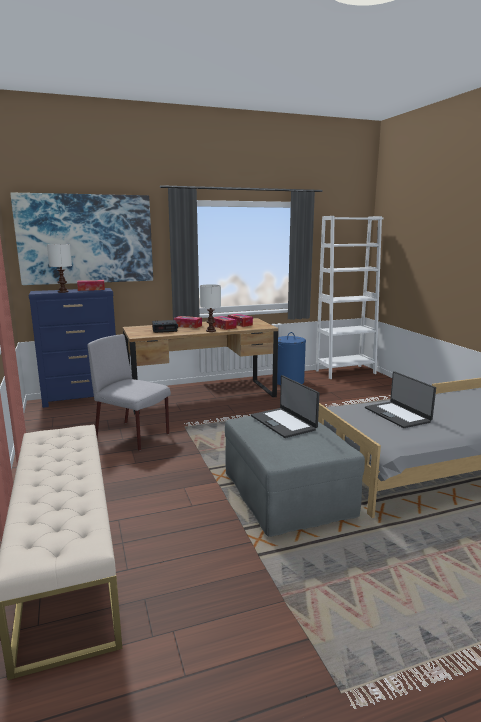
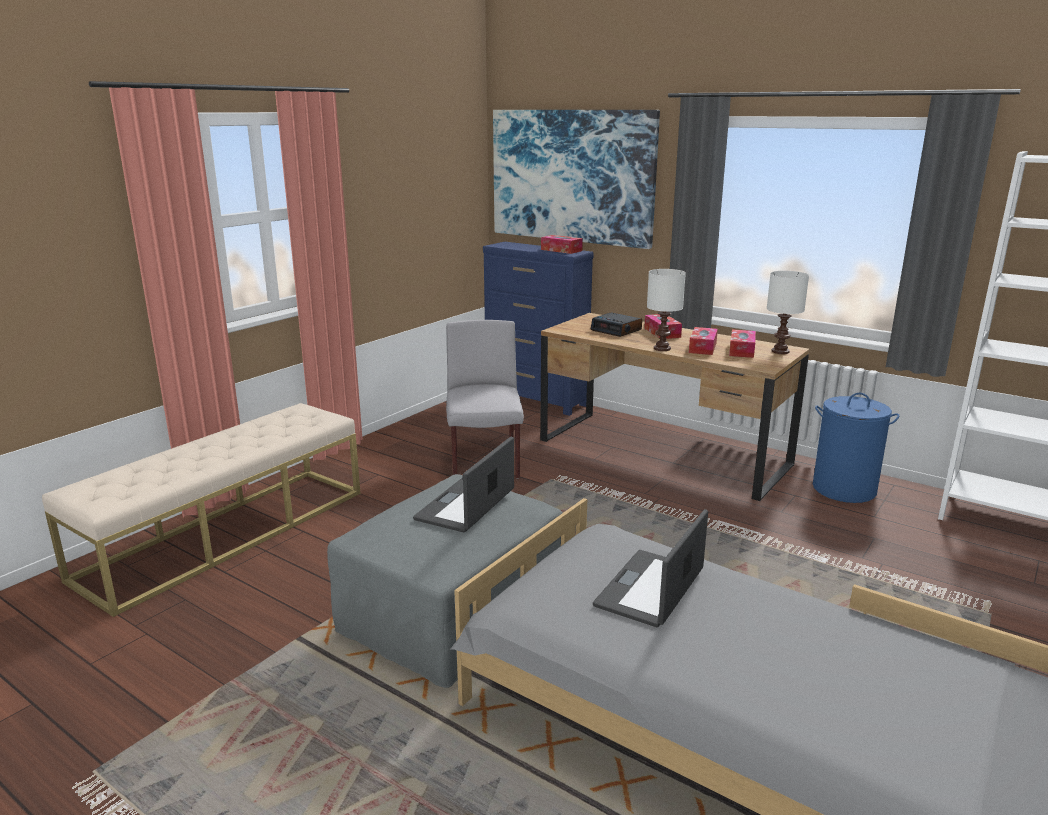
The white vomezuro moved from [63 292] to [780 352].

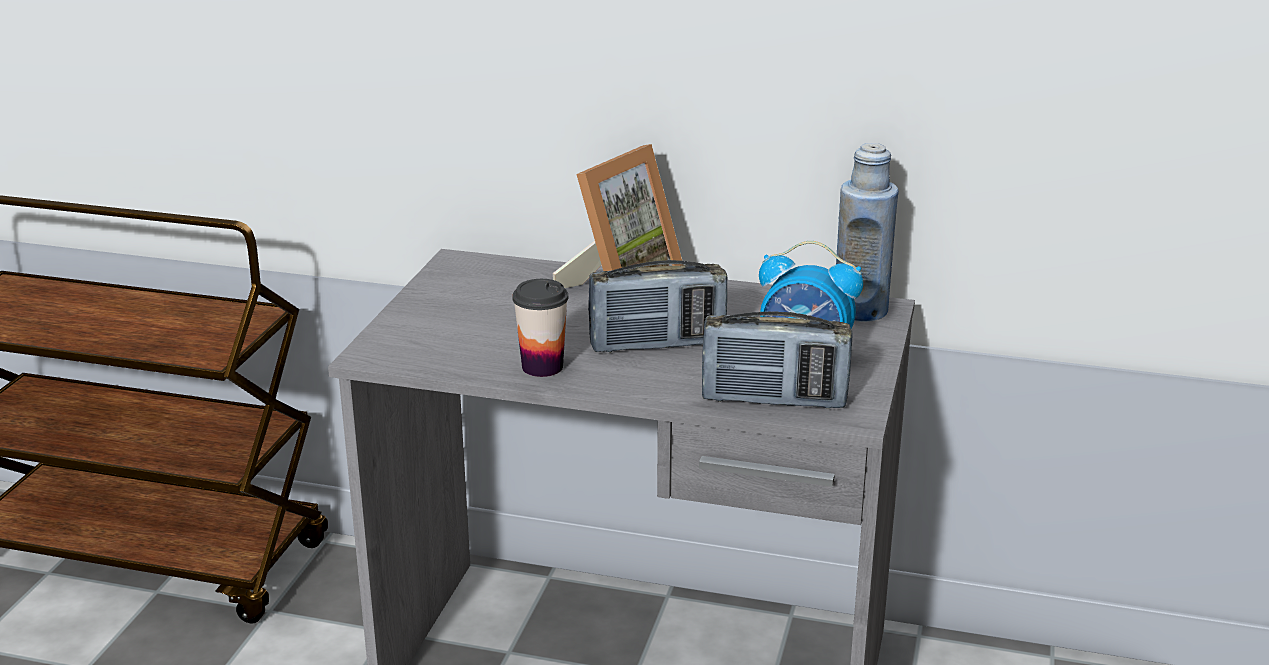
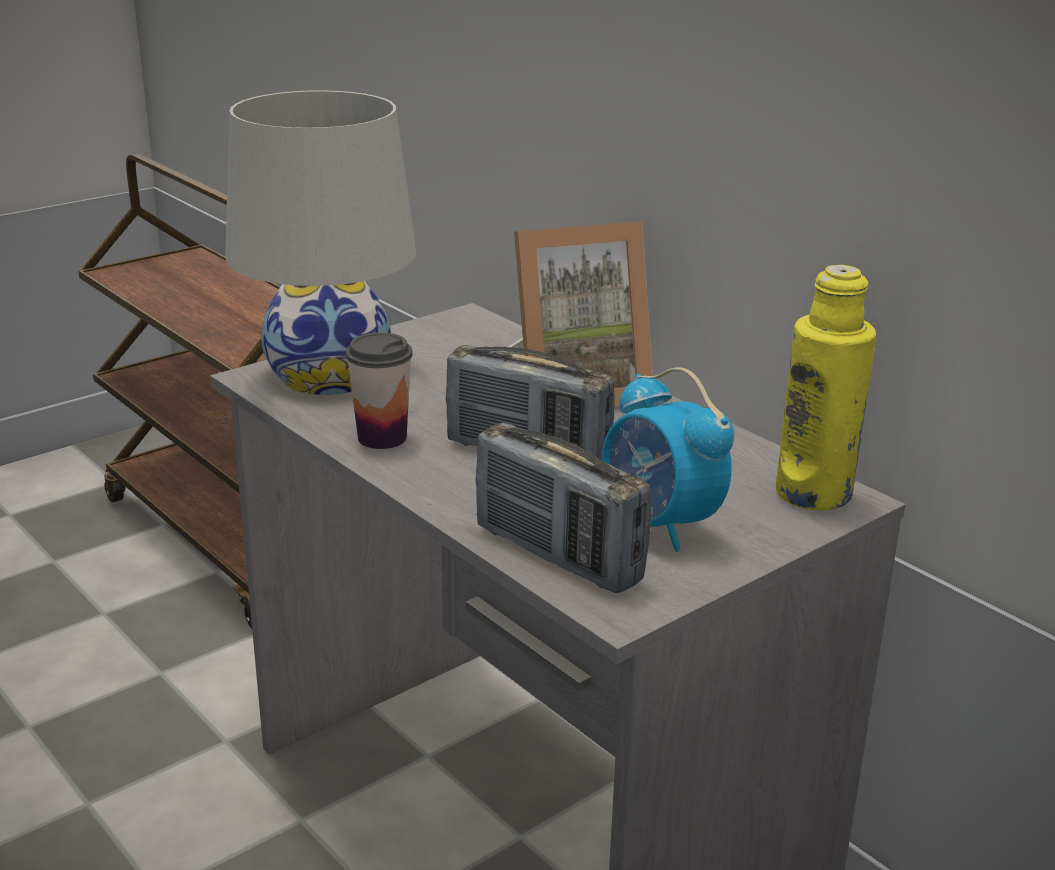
The white vomezuro at [328 375] appeared.
The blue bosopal at [860 310] became the yellow bosopal at [813 493].

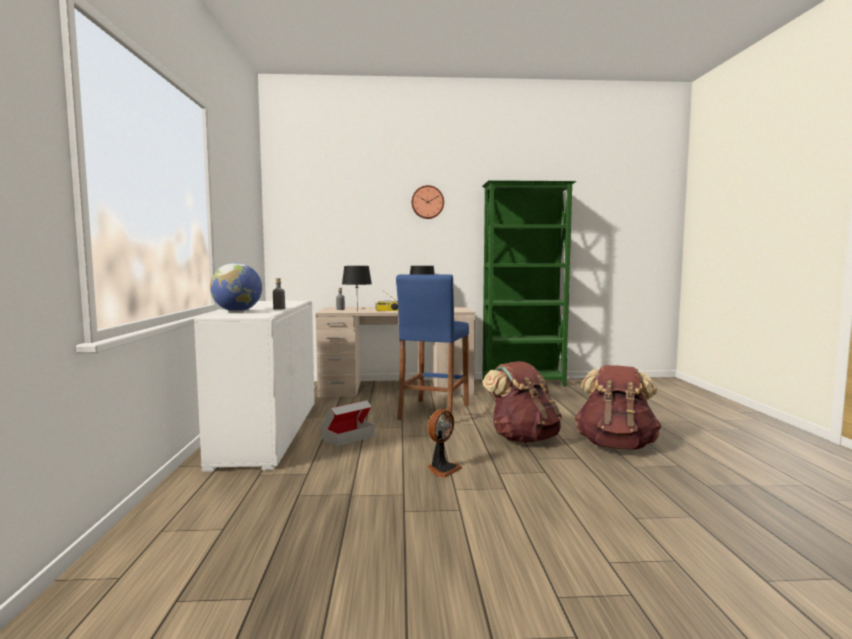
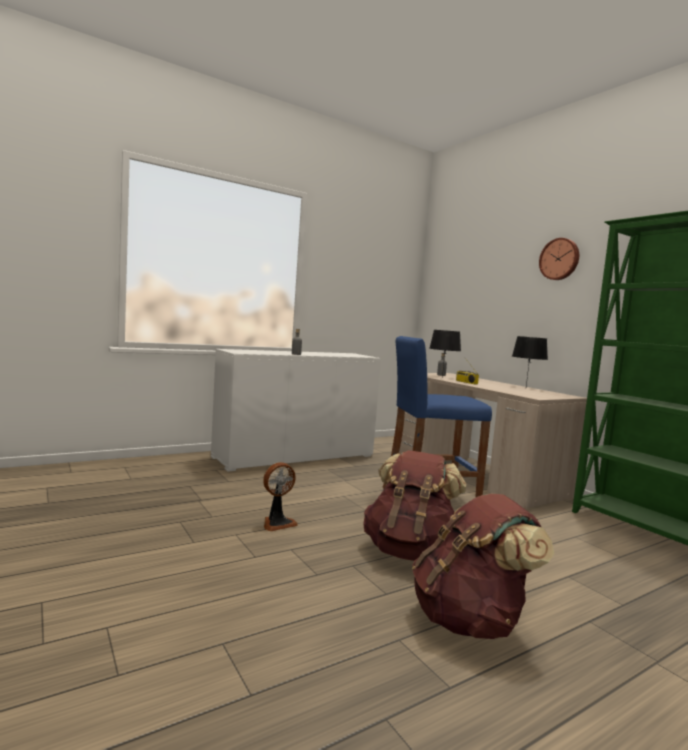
The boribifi at [442 469] turned 45 degrees counterclockwise.
The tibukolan at [237 311] disappeared.
The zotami at [348 437] disappeared.

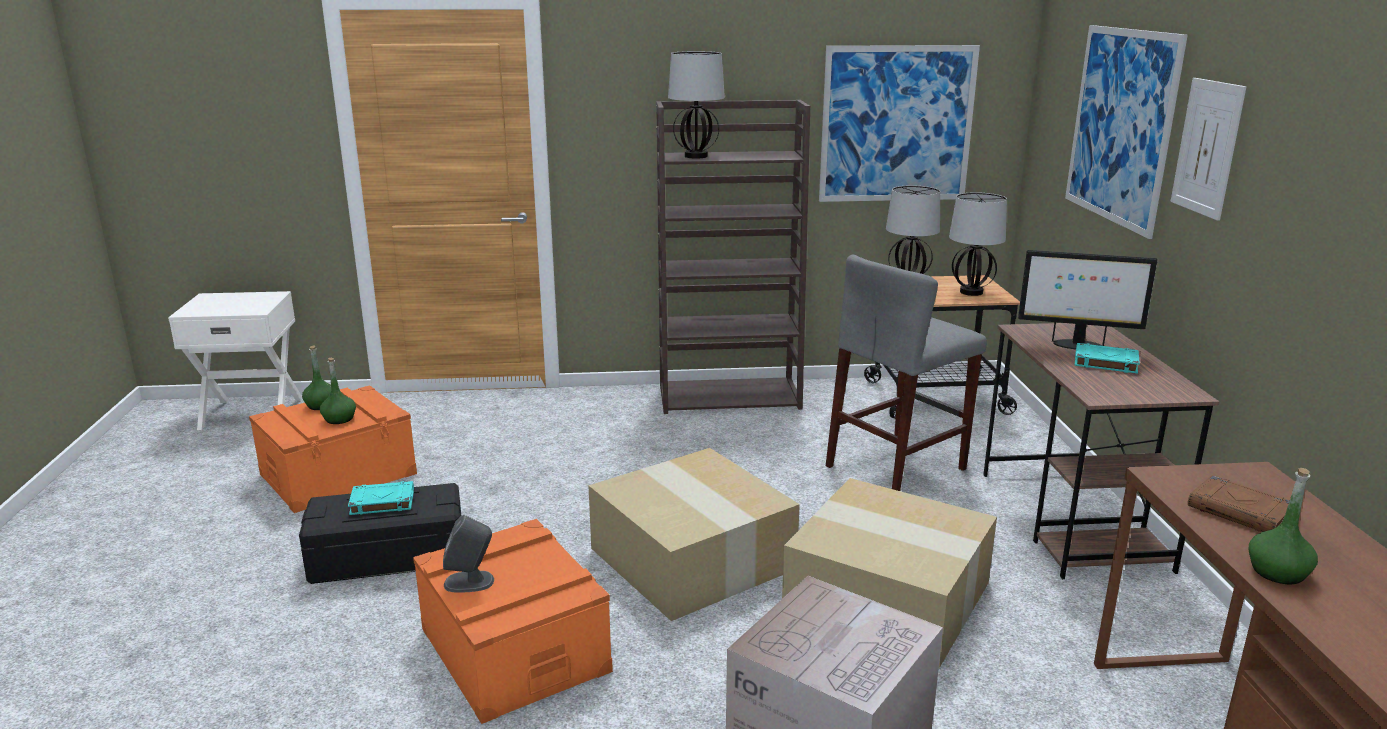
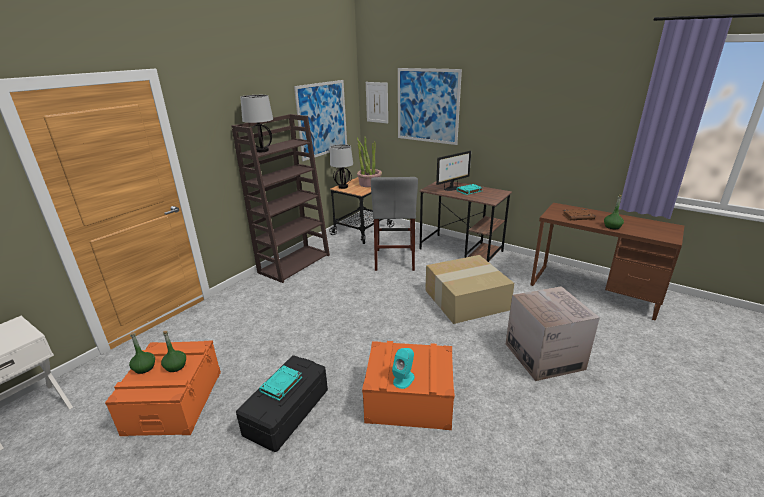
The vomezuro at [970 292] was replaced by the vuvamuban at [369 184].
The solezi moved from [1207 147] to [377 102].
The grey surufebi at [470 582] became the turquoise surufebi at [404 379].
The zotami at [695 559] disappeared.

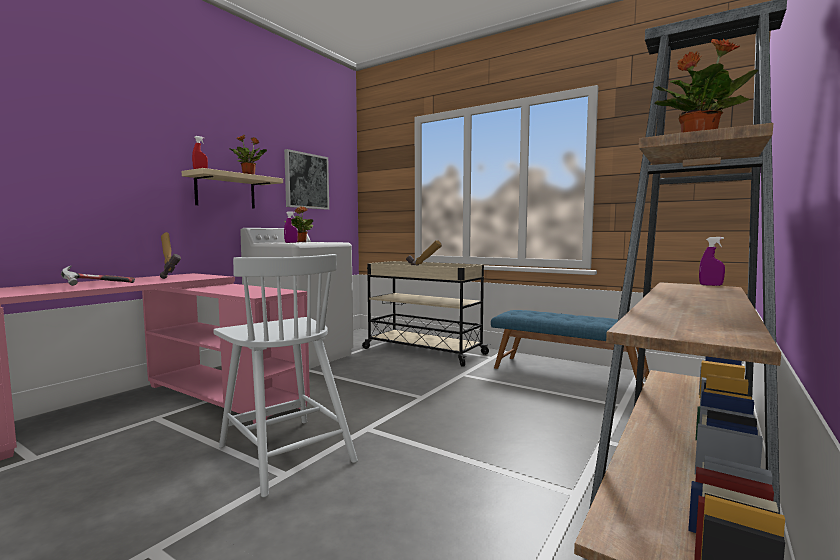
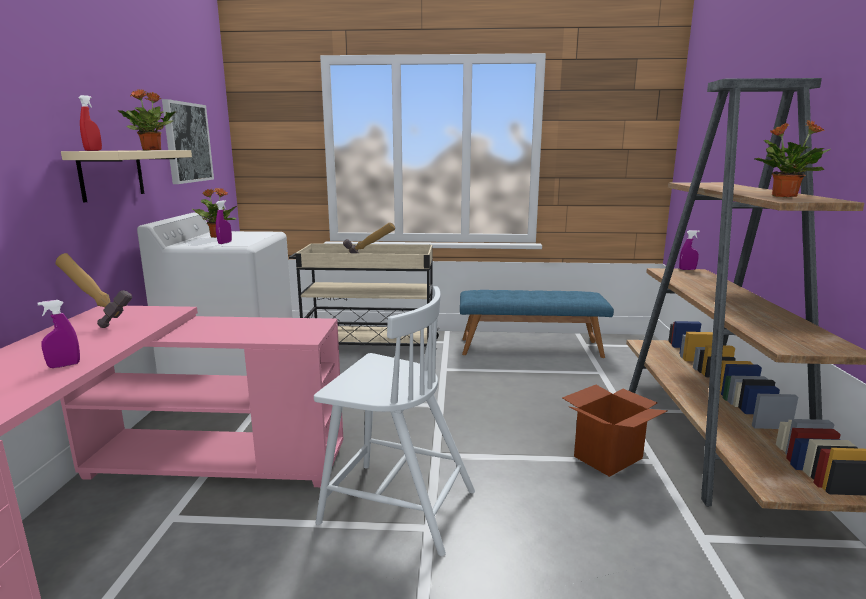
The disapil at [98 286] was replaced by the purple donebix at [64 365].
The zotami at [608 457] appeared.

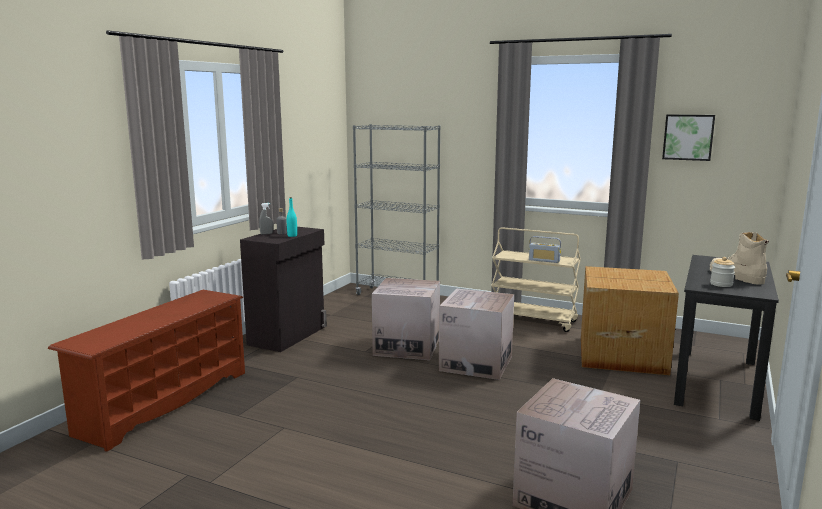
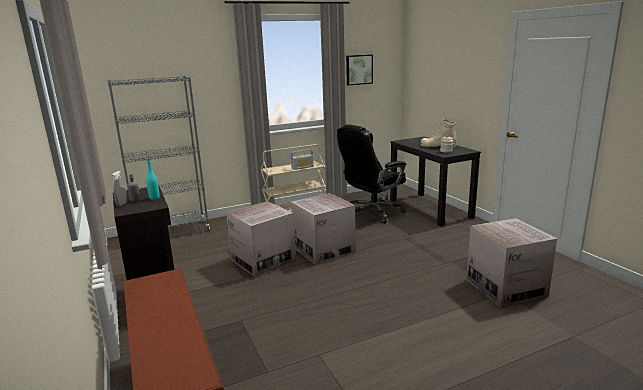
The zotami at [620 354] was replaced by the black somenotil at [372 213].

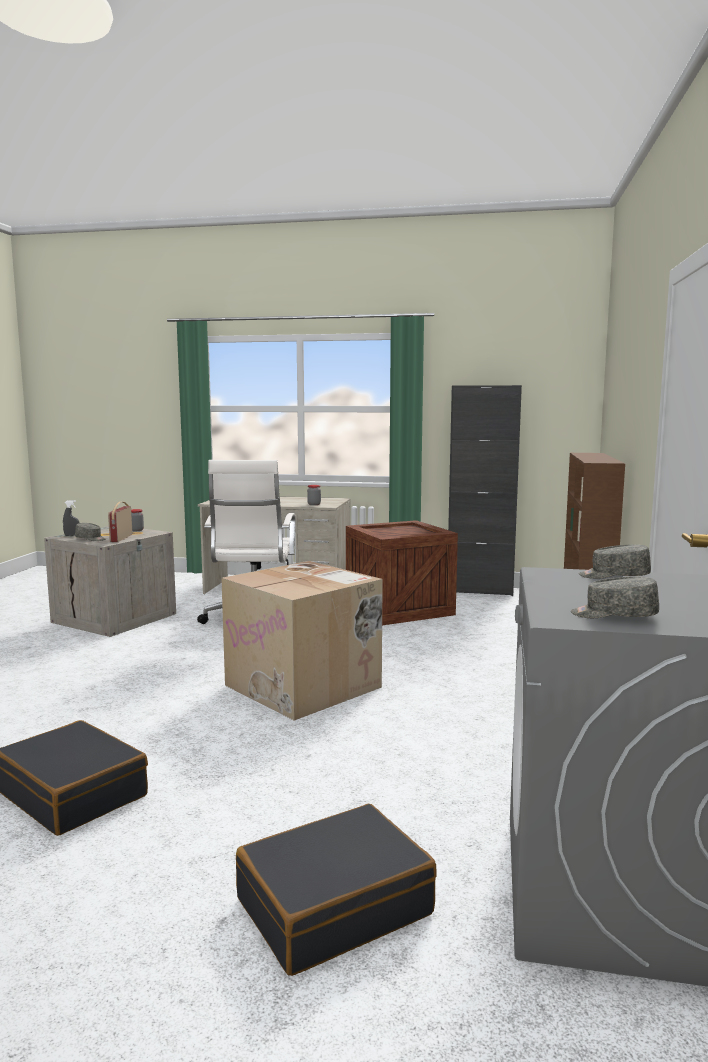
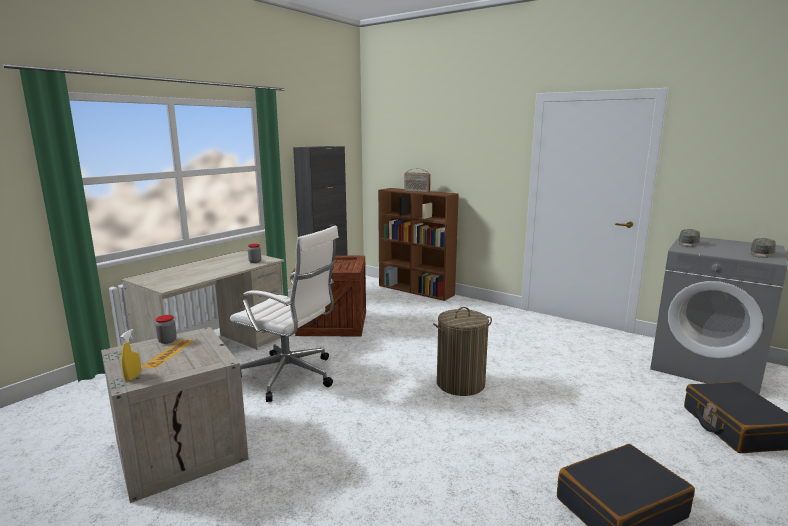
The grey donebix at [72 535] became the yellow donebix at [133 377].
The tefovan moved from [120 538] to [416 191].
The zotami at [305 686] was replaced by the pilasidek at [460 383].
The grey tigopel at [90 539] disappeared.

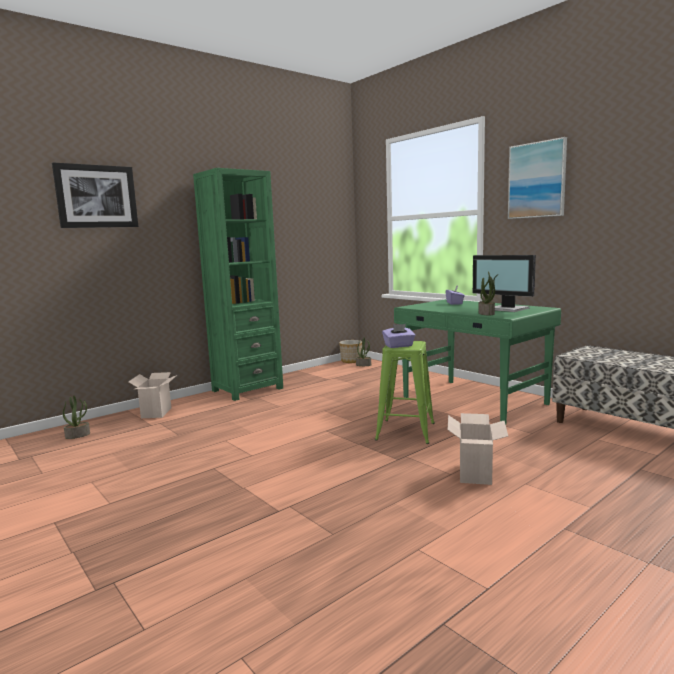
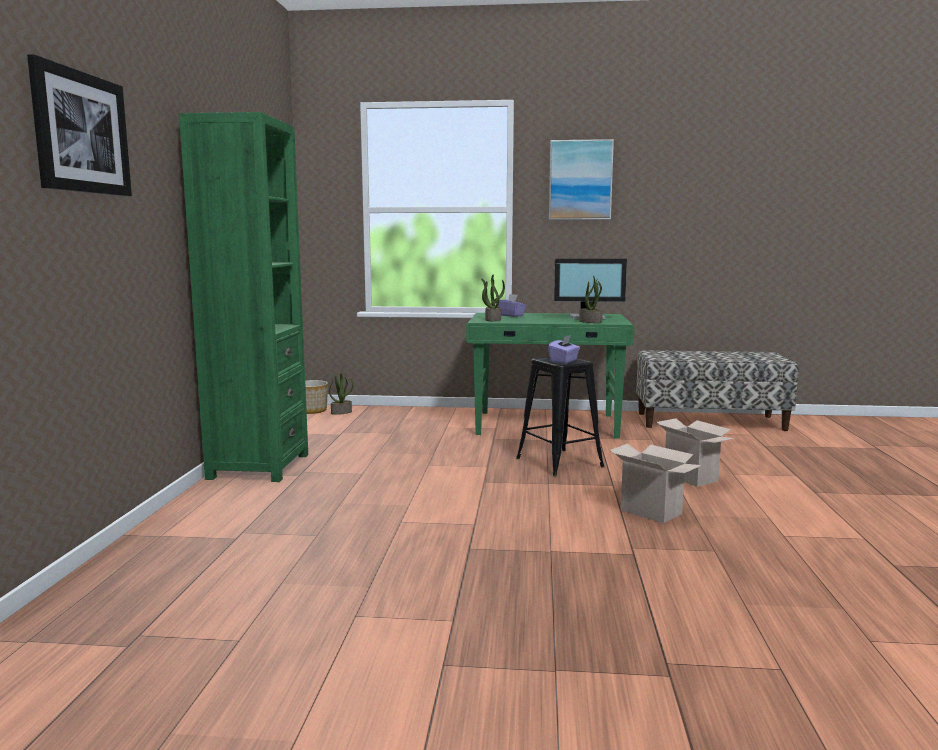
The vuvamuban moved from [78 435] to [492 320].
The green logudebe at [405 431] became the black logudebe at [559 463].
The zotami moved from [157 413] to [653 512].

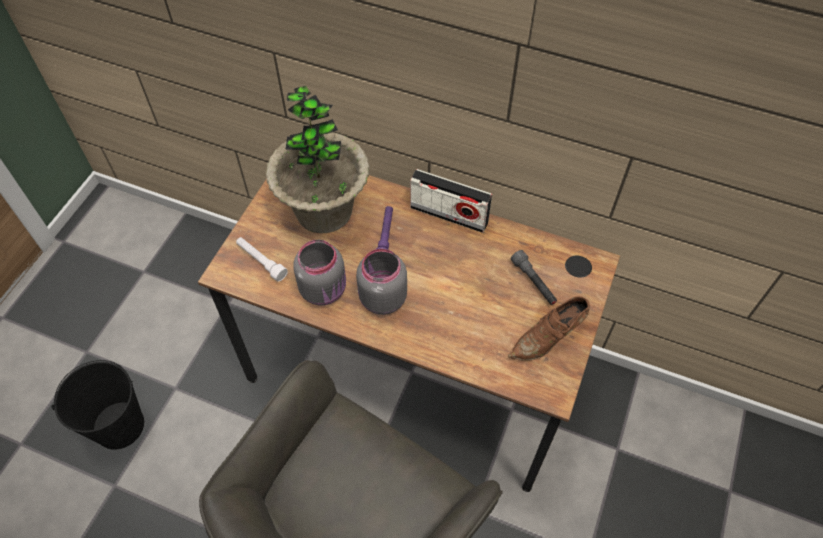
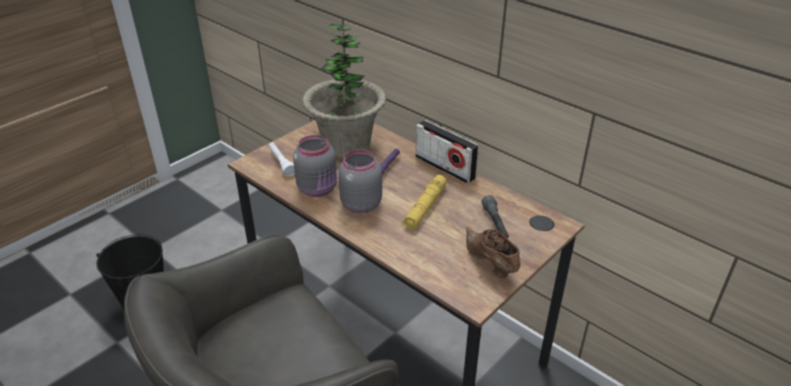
The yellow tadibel at [425 207] appeared.
The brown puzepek at [549 338] turned 75 degrees clockwise.

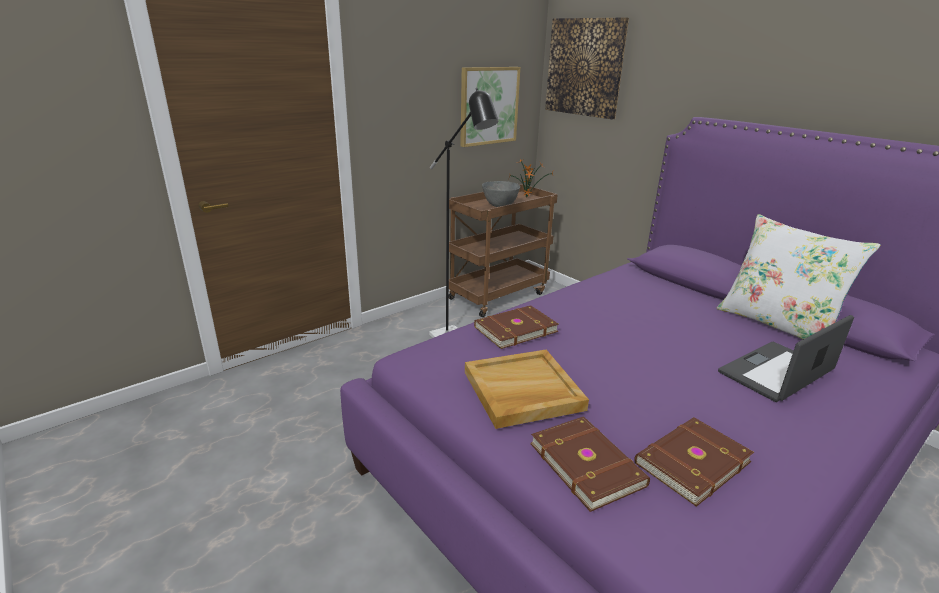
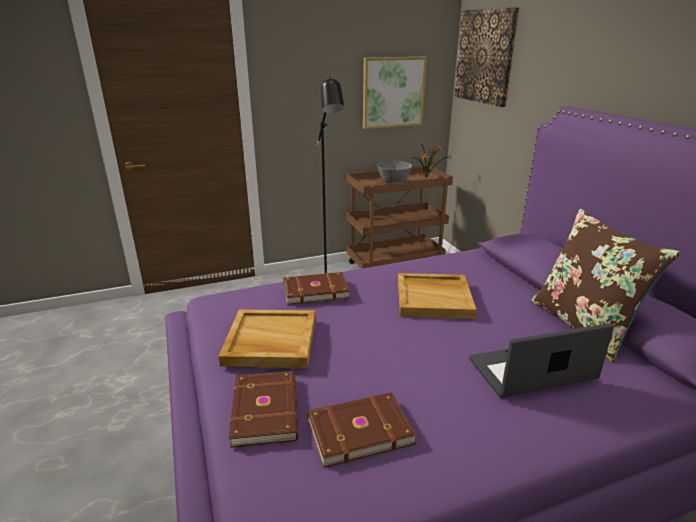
The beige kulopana at [434 298] appeared.
The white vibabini at [776 324] became the brown vibabini at [583 325].

